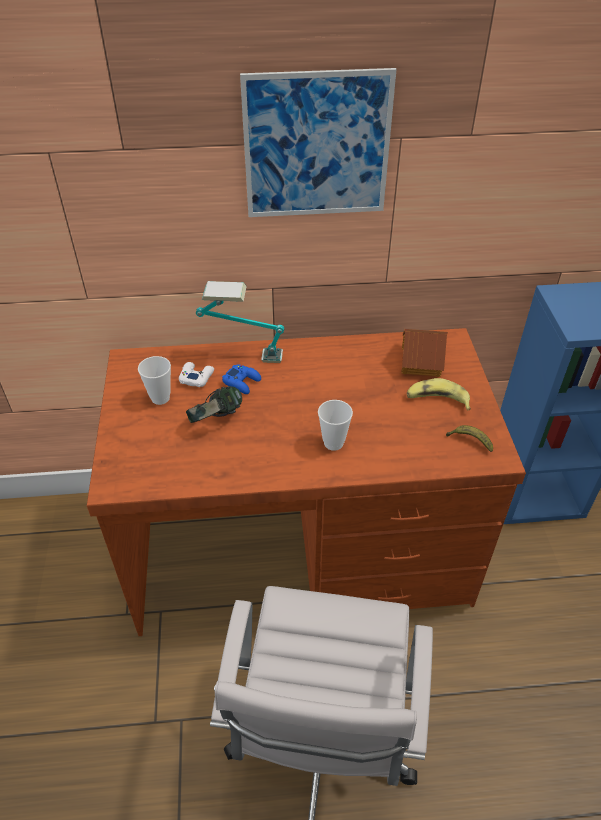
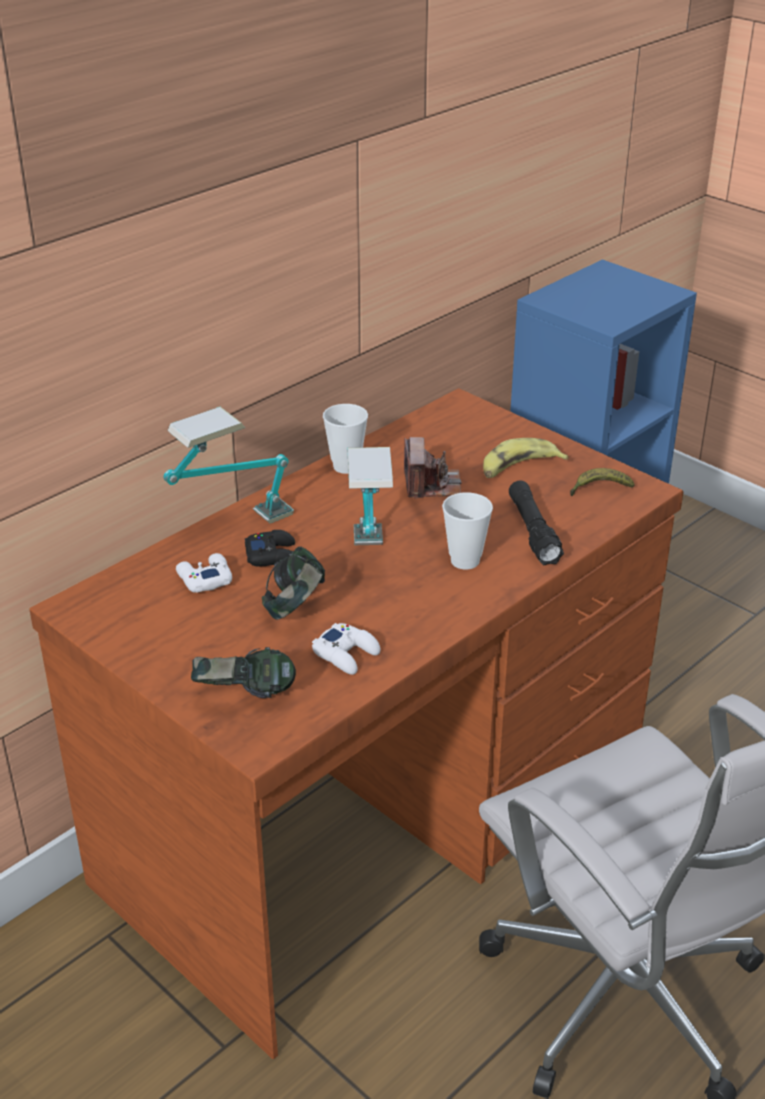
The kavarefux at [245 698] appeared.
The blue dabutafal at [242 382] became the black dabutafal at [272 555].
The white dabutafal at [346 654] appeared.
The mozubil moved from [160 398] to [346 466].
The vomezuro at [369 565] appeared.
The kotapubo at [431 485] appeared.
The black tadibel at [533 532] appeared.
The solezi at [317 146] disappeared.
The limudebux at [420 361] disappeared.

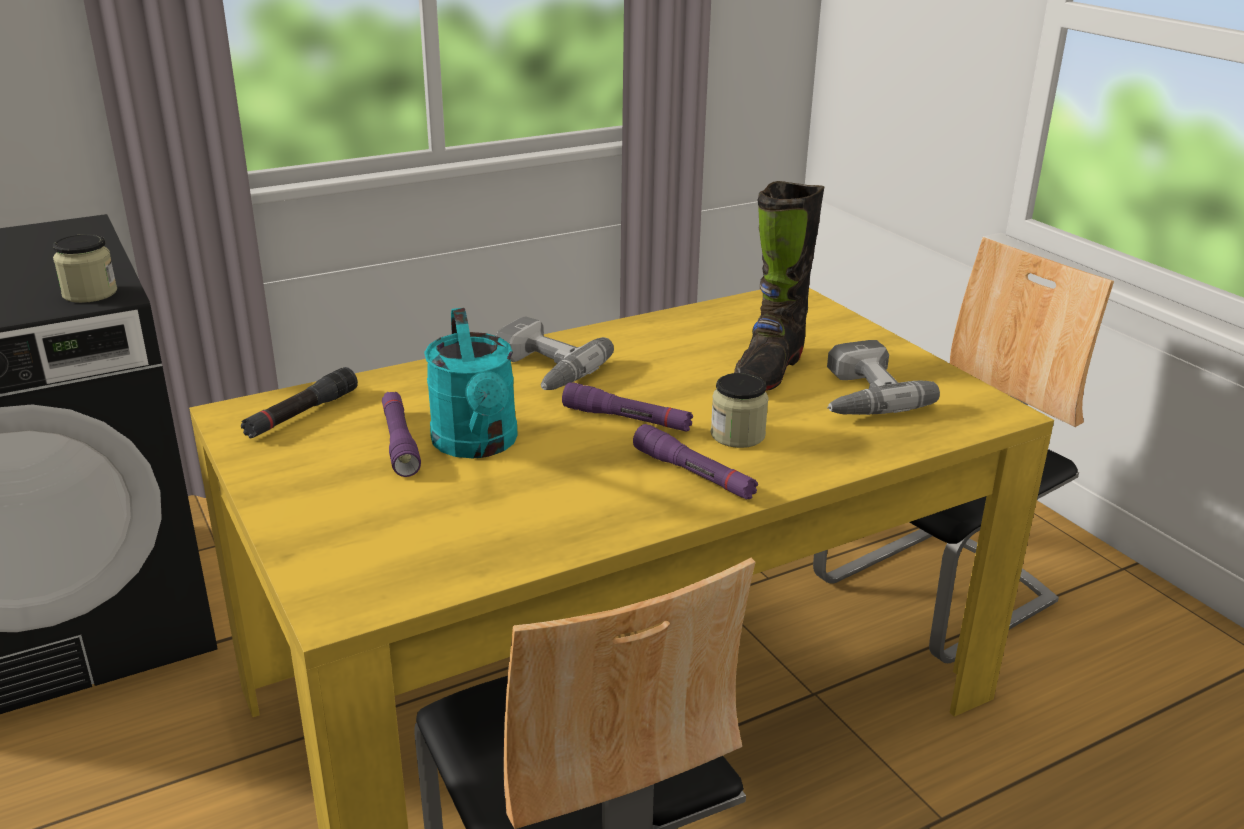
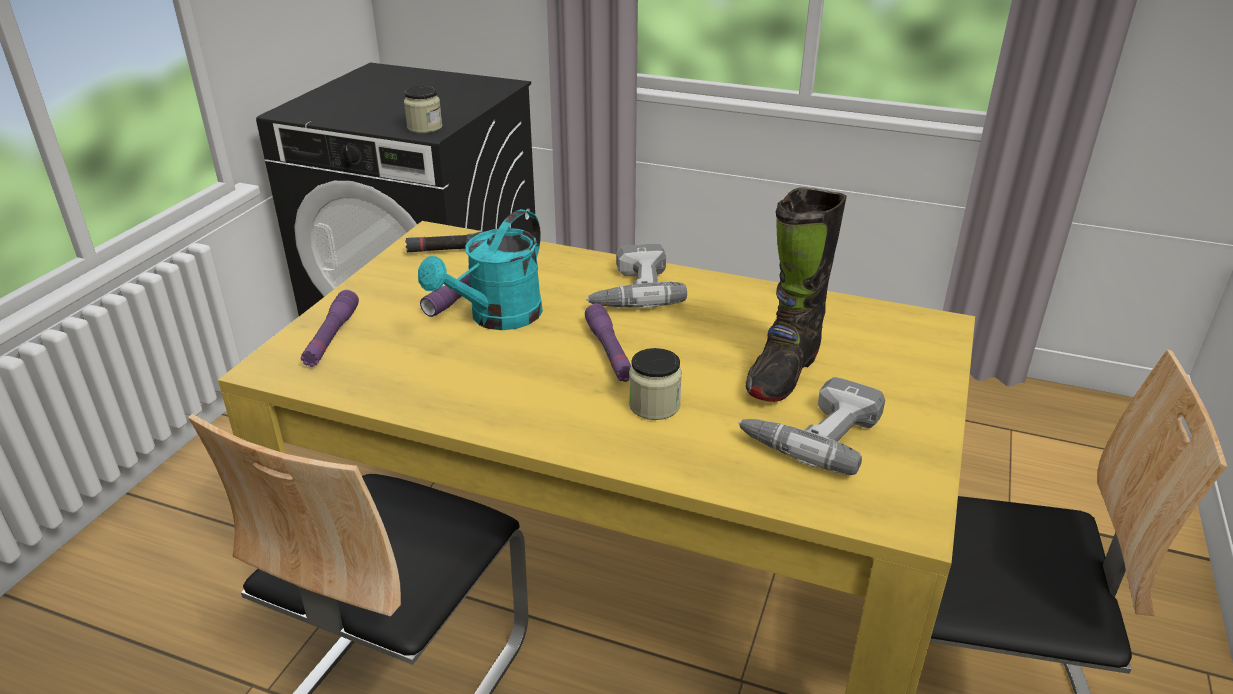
The purple tadibel moved from [694 474] to [331 337].
The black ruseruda at [769 370] turned 45 degrees counterclockwise.

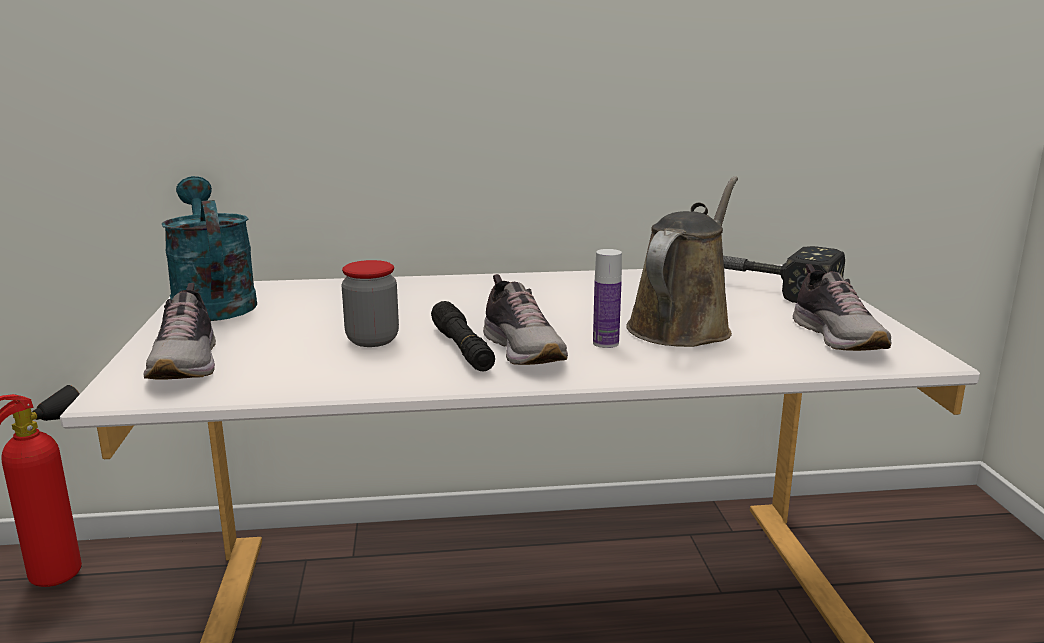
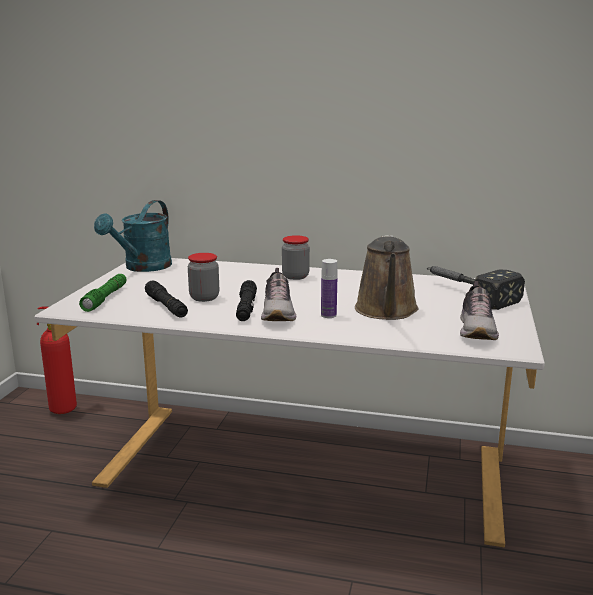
The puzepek at [187 363] was replaced by the green tadibel at [105 298].
The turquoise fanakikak at [212 302] turned 150 degrees counterclockwise.
The black tadibel at [166 307] appeared.
The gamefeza at [295 276] appeared.
The brown fanakikak at [682 326] turned 135 degrees clockwise.

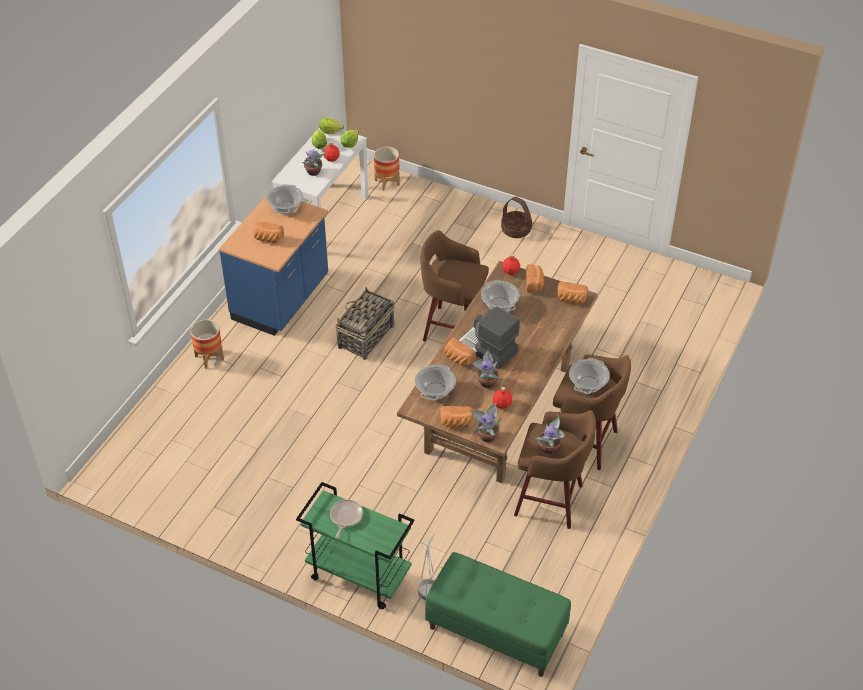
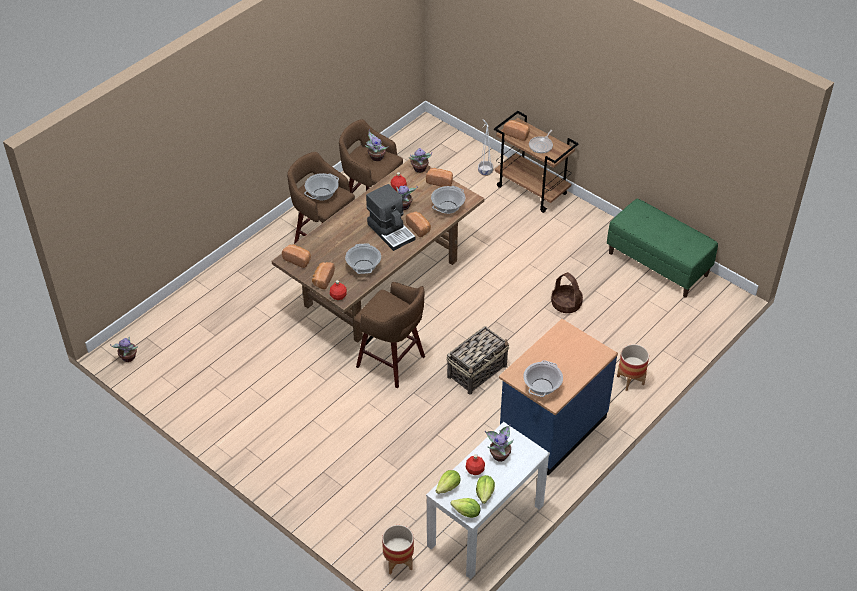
The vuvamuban at [128 358] appeared.
The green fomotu at [357 575] became the brown fomotu at [532 190].
The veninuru moved from [268 239] to [517 134].
The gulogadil moved from [515 230] to [566 304].
The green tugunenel moved from [495 631] to [658 264].

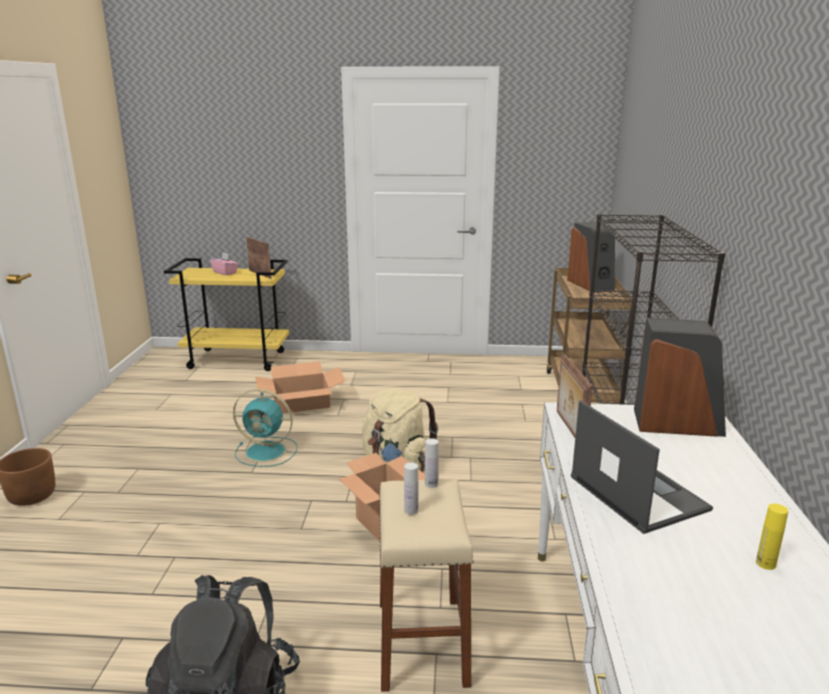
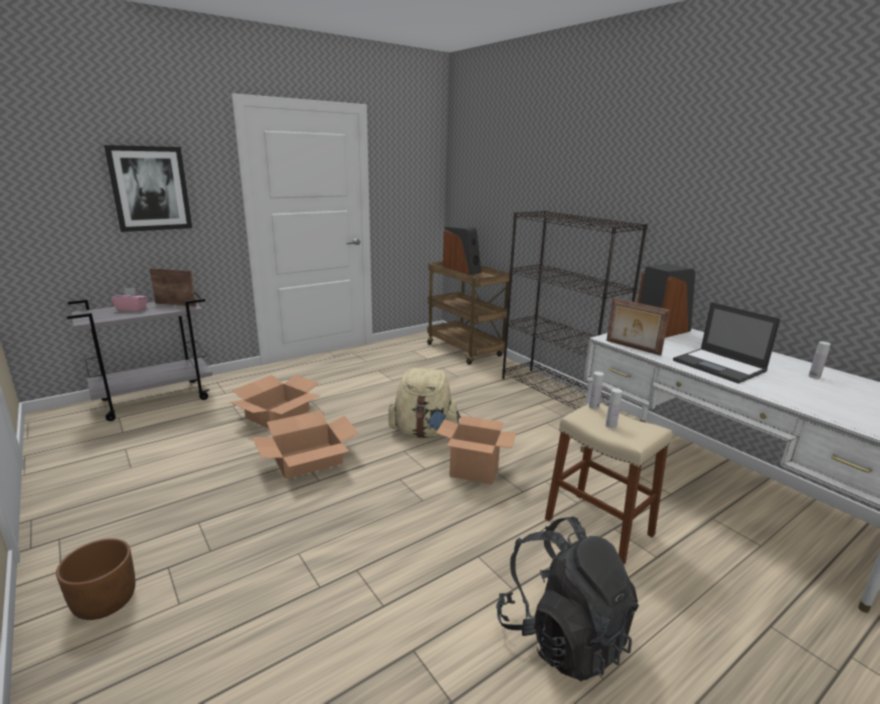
The yellow fomotu at [238 360] became the grey fomotu at [156 399].
The solezi at [150 188] appeared.
The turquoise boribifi at [267 452] was replaced by the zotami at [308 460].
The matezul at [636 492] turned 150 degrees counterclockwise.
The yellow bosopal at [765 563] became the white bosopal at [814 377].

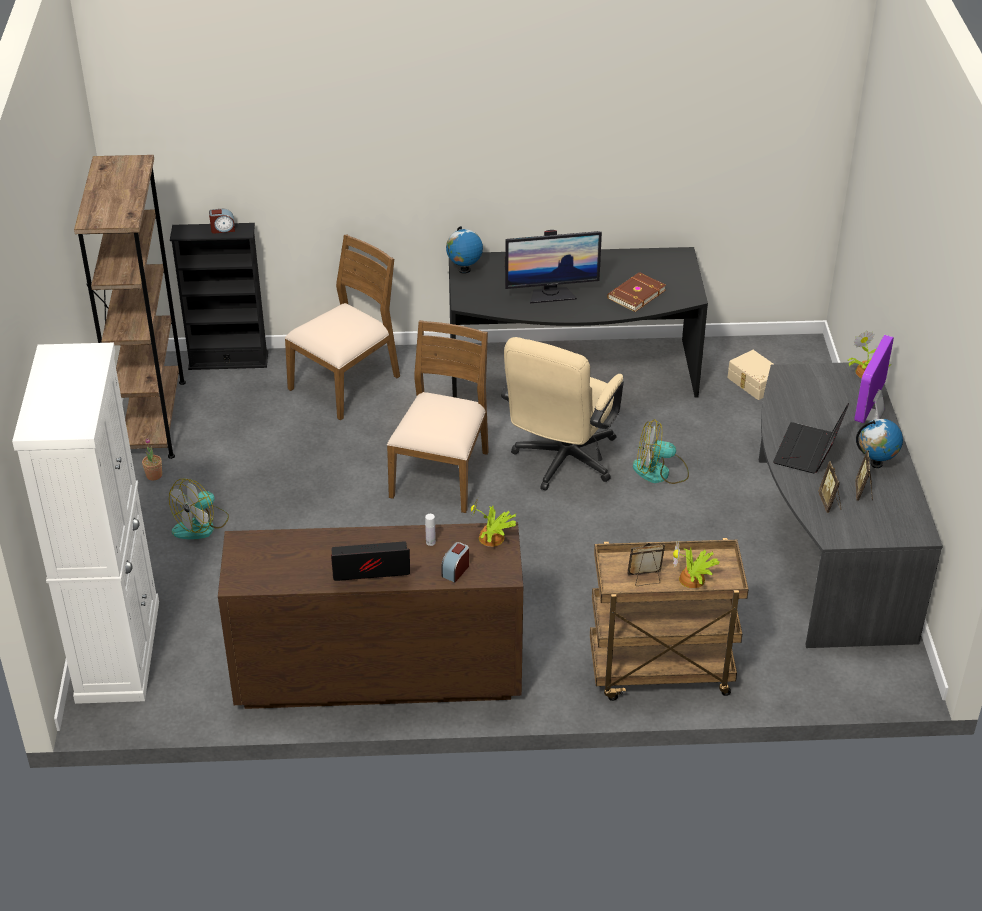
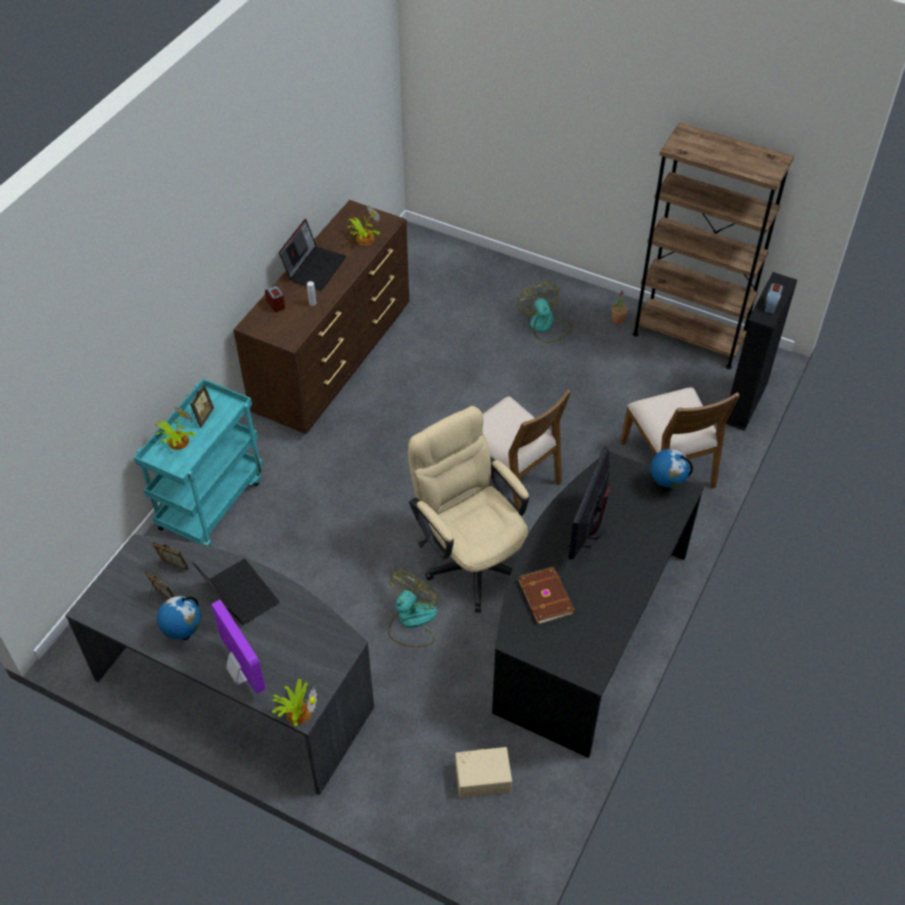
The brown fomotu at [659 673] became the turquoise fomotu at [211 502].
The vuvamuban moved from [492 539] to [364 239].
The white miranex at [118 650] disappeared.

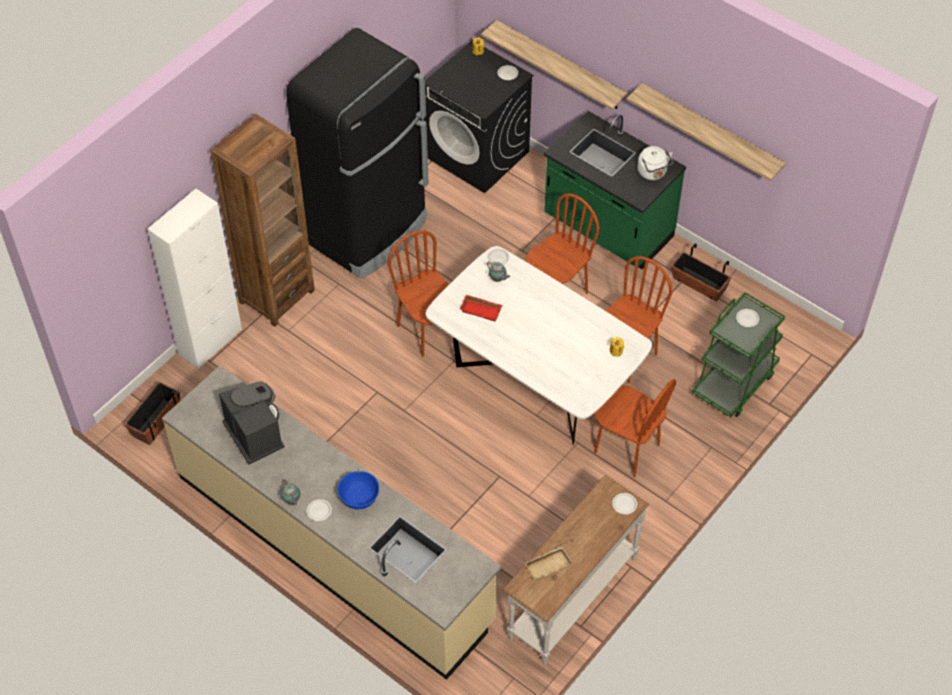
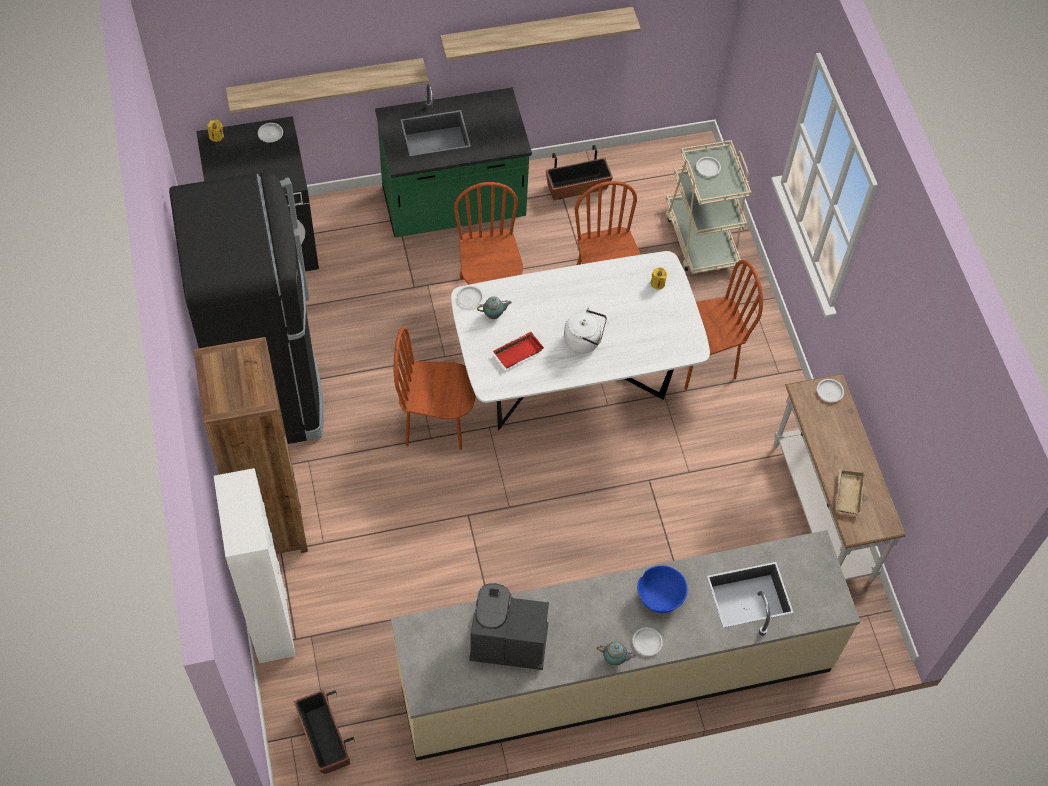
The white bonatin moved from [653 173] to [584 341].
The green fomotu at [734 383] became the beige fomotu at [701 238].

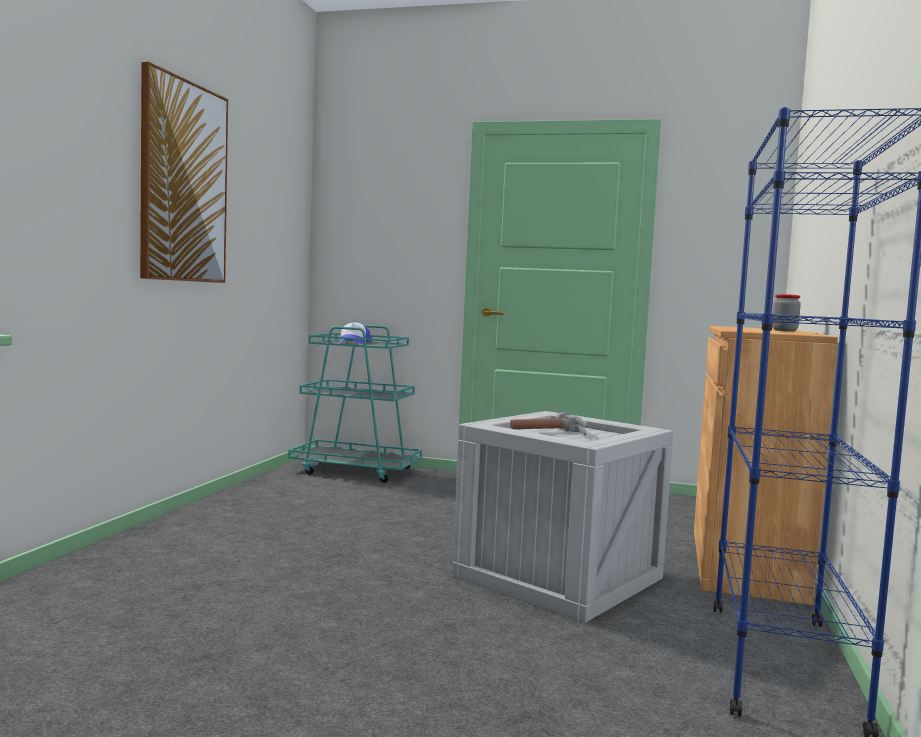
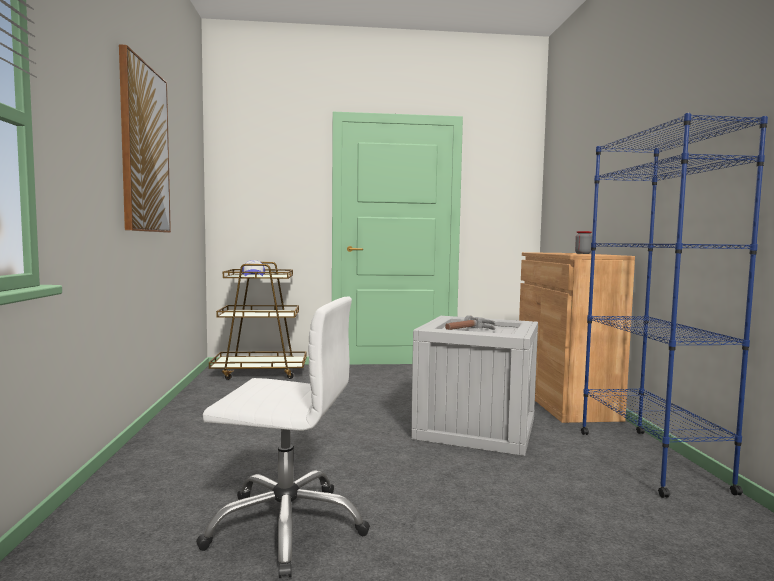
The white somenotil at [286 526] appeared.
The turquoise fomotu at [356 471] became the brown fomotu at [260 372].

